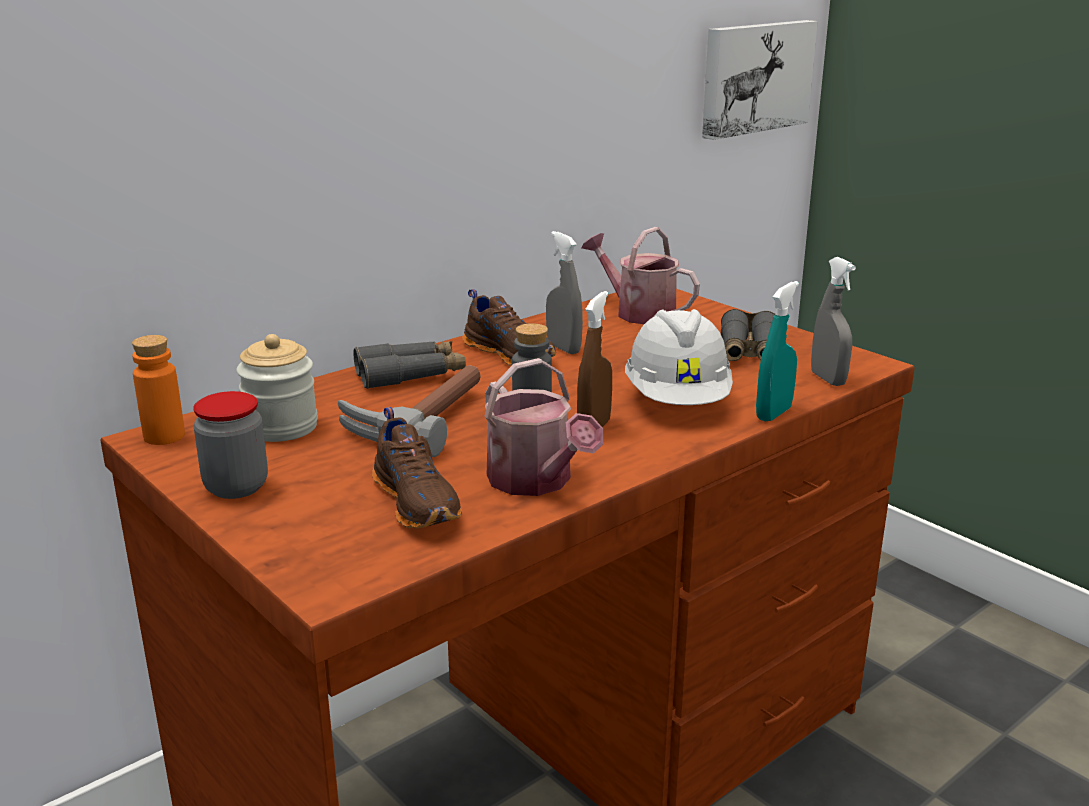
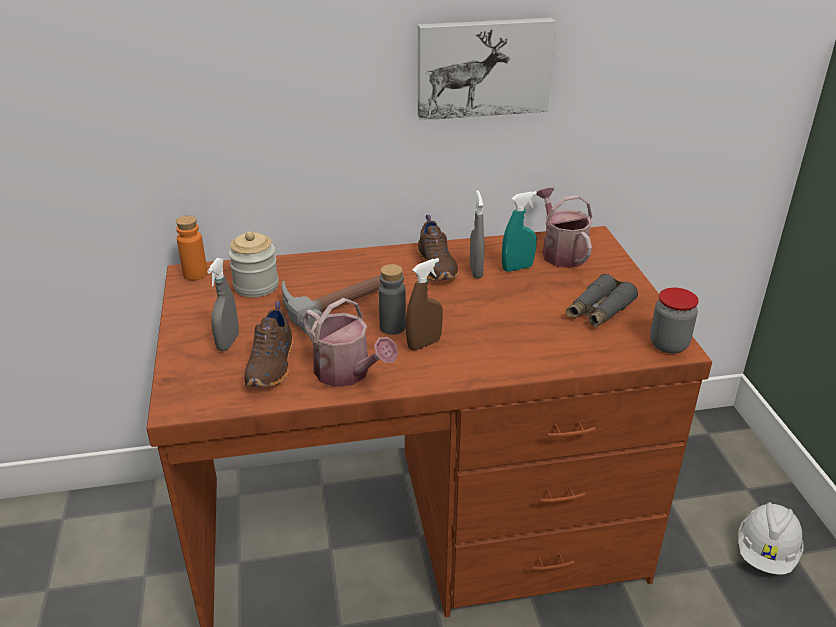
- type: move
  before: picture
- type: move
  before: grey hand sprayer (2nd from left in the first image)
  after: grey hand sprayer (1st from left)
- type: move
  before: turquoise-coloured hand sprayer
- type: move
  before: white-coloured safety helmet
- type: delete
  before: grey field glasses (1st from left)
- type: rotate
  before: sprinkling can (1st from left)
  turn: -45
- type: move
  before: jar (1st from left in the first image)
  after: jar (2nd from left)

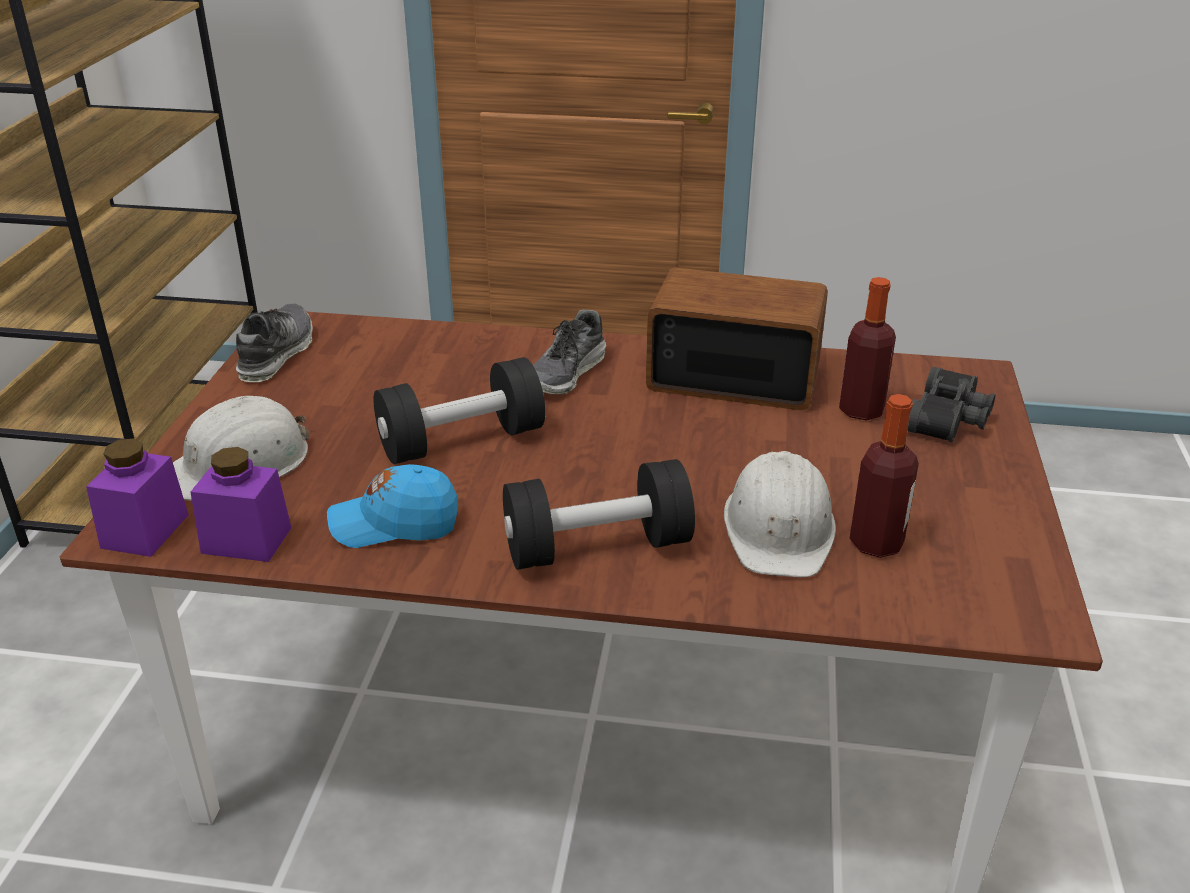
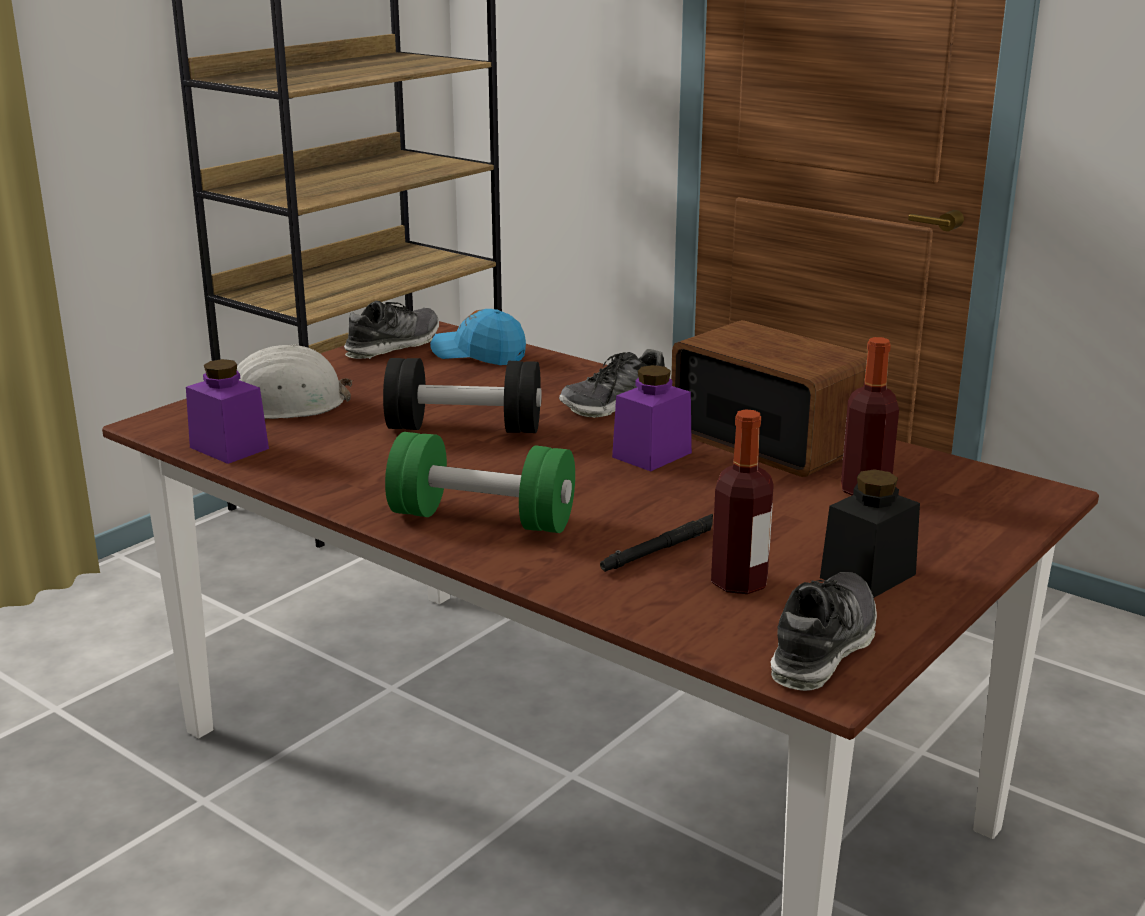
- type: delete
  before: black-coloured field glasses
- type: move
  before: purple-coloured jar (1st from left in the first image)
  after: purple-coloured jar (2nd from left)
- type: replace
  before: white-coloured safety helmet (2nd from left)
  after: black-coloured torch
- type: recolor
  before: black-coloured dumbbell (2nd from left)
  after: green dumbbell
- type: move
  before: blue baseball cap
- type: insert
  after: black-coloured jar
- type: insert
  after: item of footwear (3rd from left)

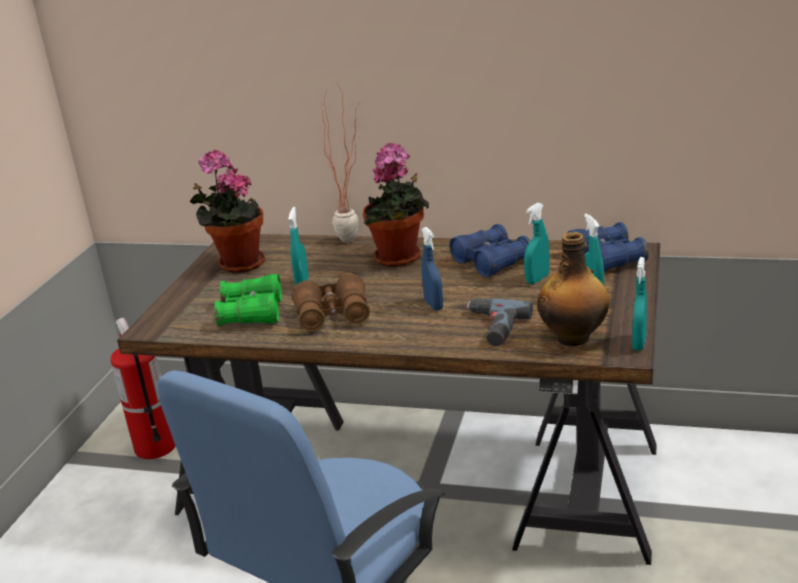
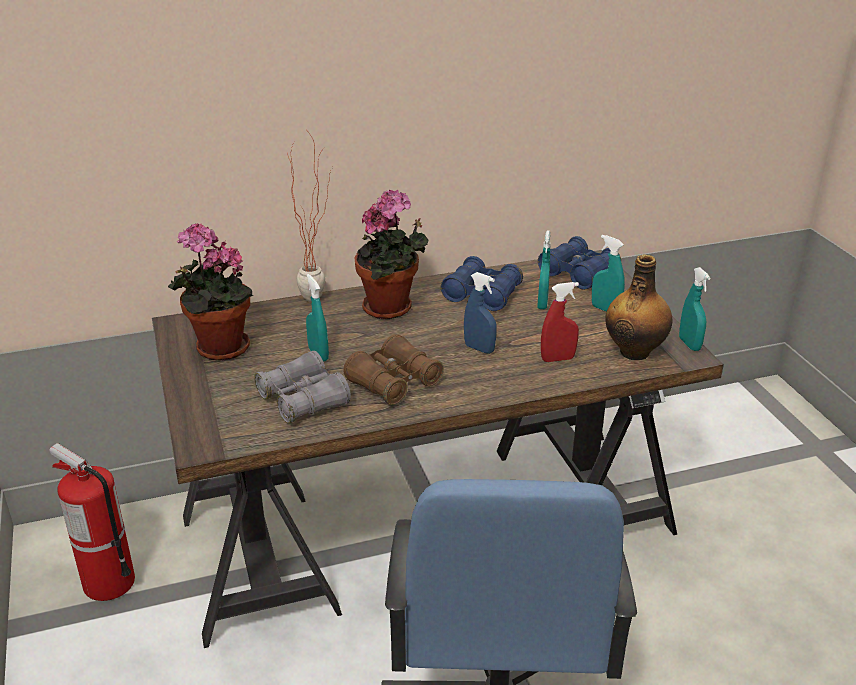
- type: recolor
  before: green field glasses
  after: grey field glasses
- type: replace
  before: electric drill
  after: reddish hand sprayer

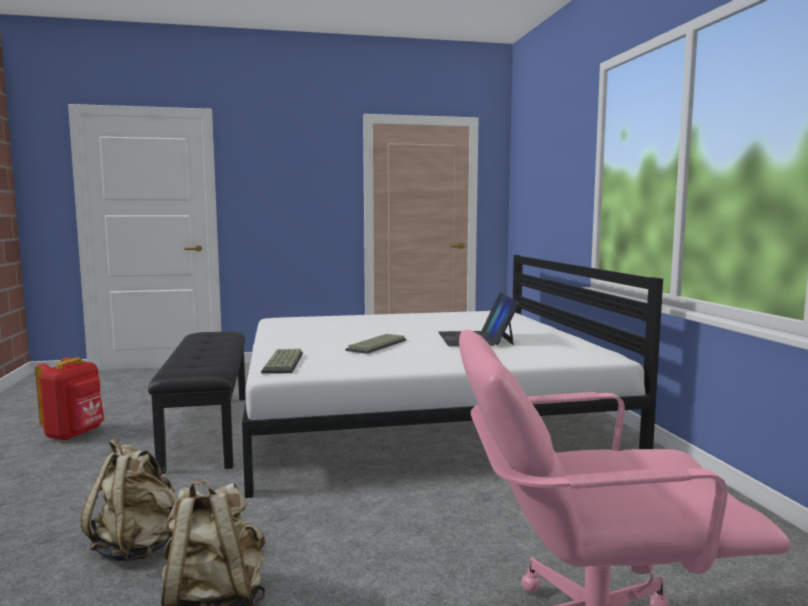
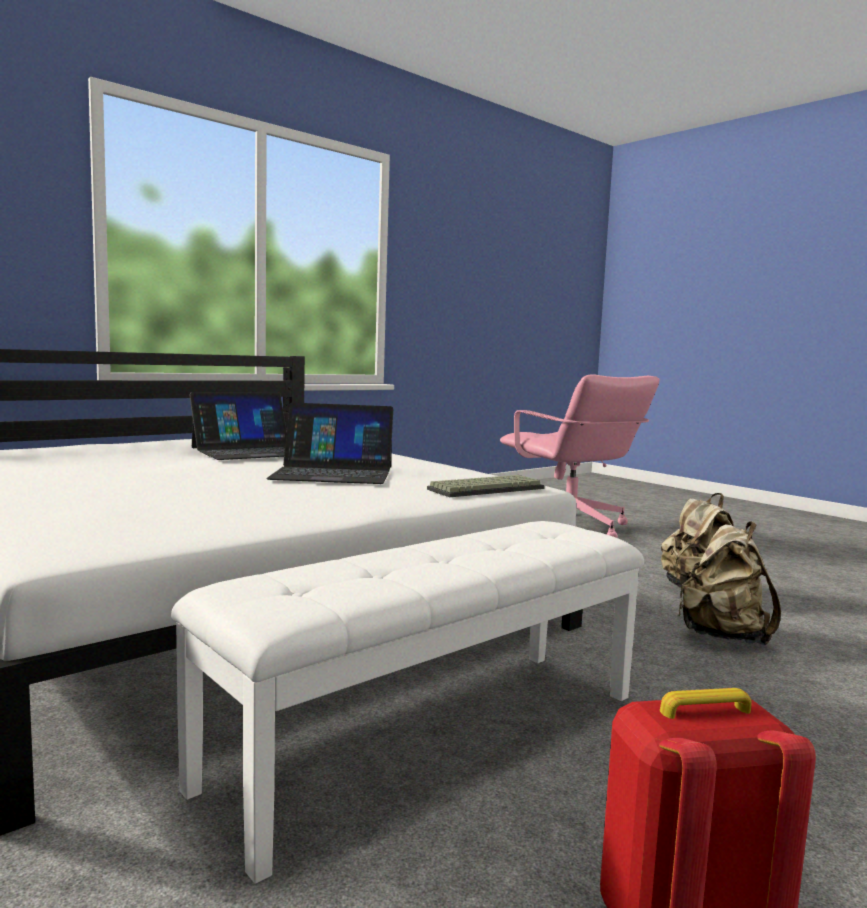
- type: recolor
  before: black-coloured indoor bench
  after: white-coloured indoor bench
- type: replace
  before: keyboard (2nd from left)
  after: portable computer (2nd from left)

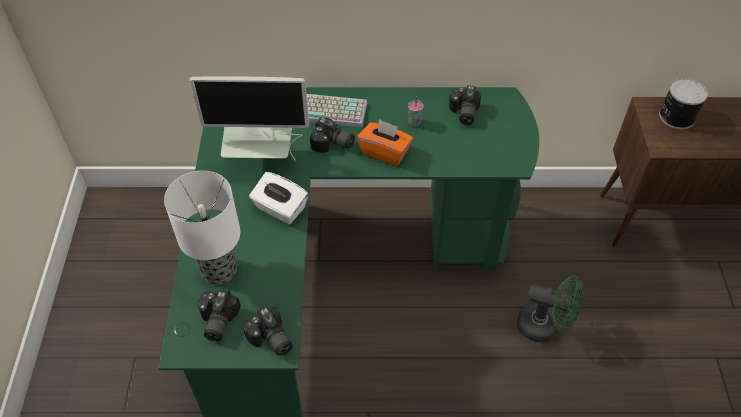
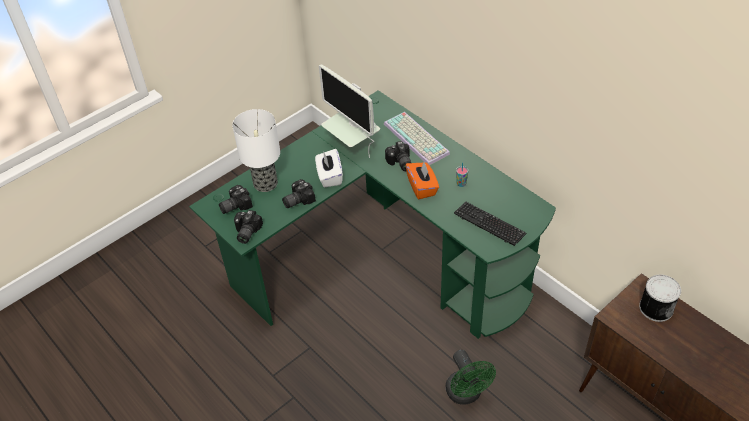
- type: move
  before: photo camera (4th from left in the first image)
  after: photo camera (3rd from left)
- type: insert
  after: keyboard (2nd from left)

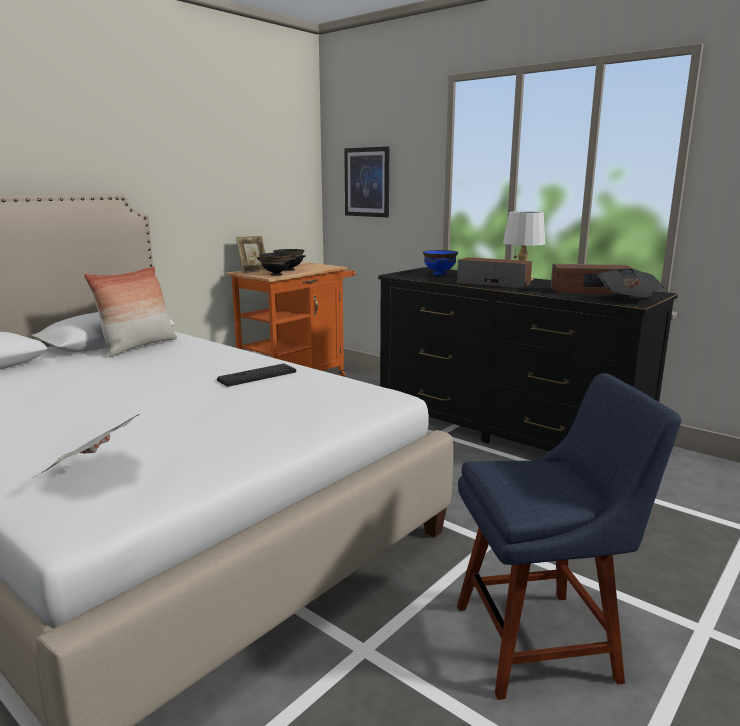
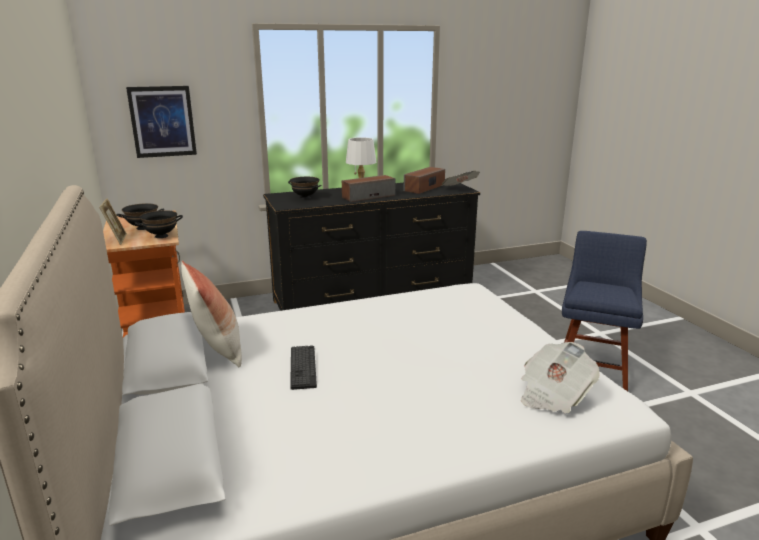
- type: recolor
  before: blue deep dish
  after: black-coloured deep dish (3rd from left)
- type: move
  before: keyboard

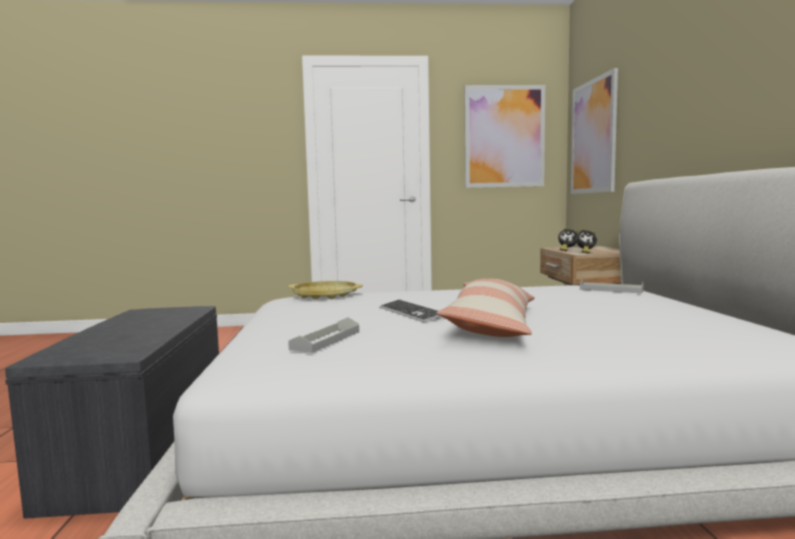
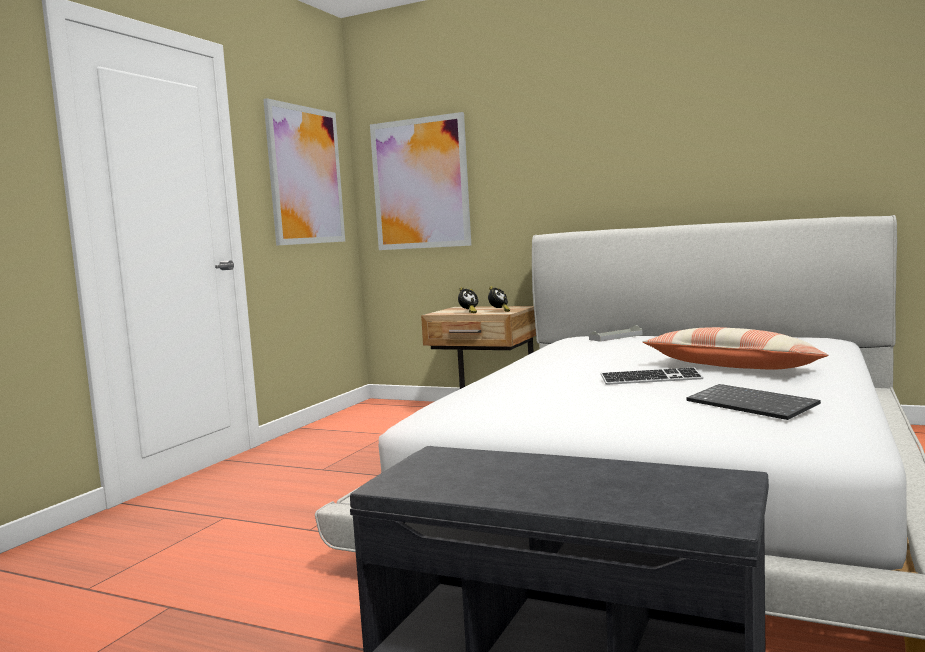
- type: delete
  before: yellow carrying tray
- type: replace
  before: grey carrying tray (1st from left)
  after: keyboard (2nd from left)

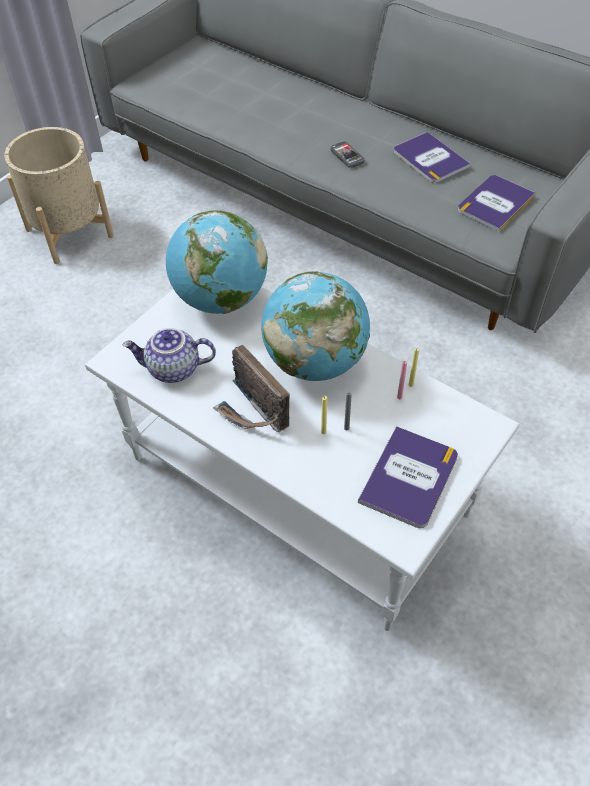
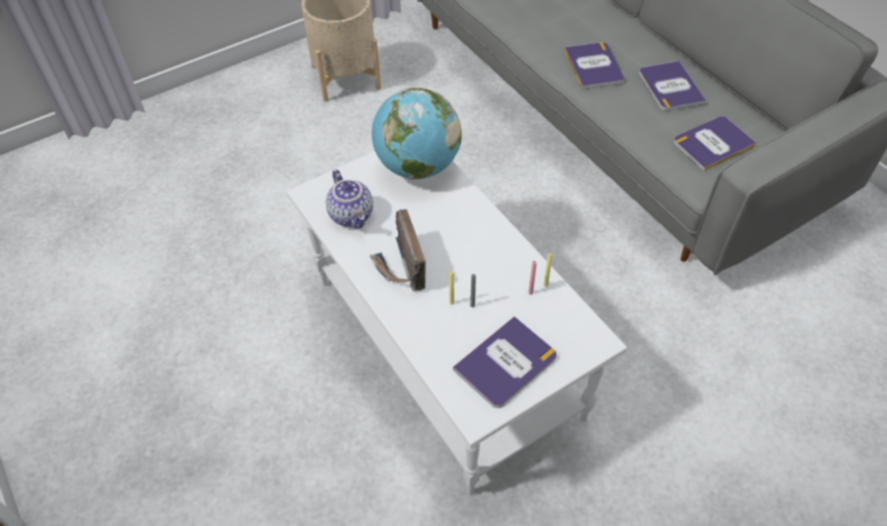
- type: replace
  before: phone
  after: bound book (2nd from left)
- type: delete
  before: desk globe (2nd from left)
- type: rotate
  before: teapot
  turn: -135

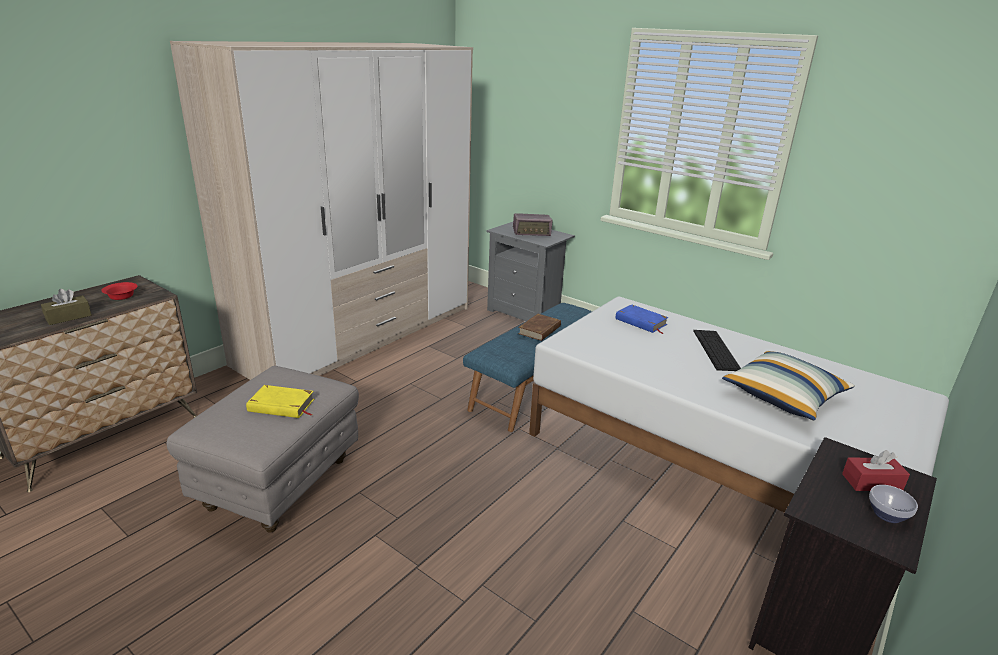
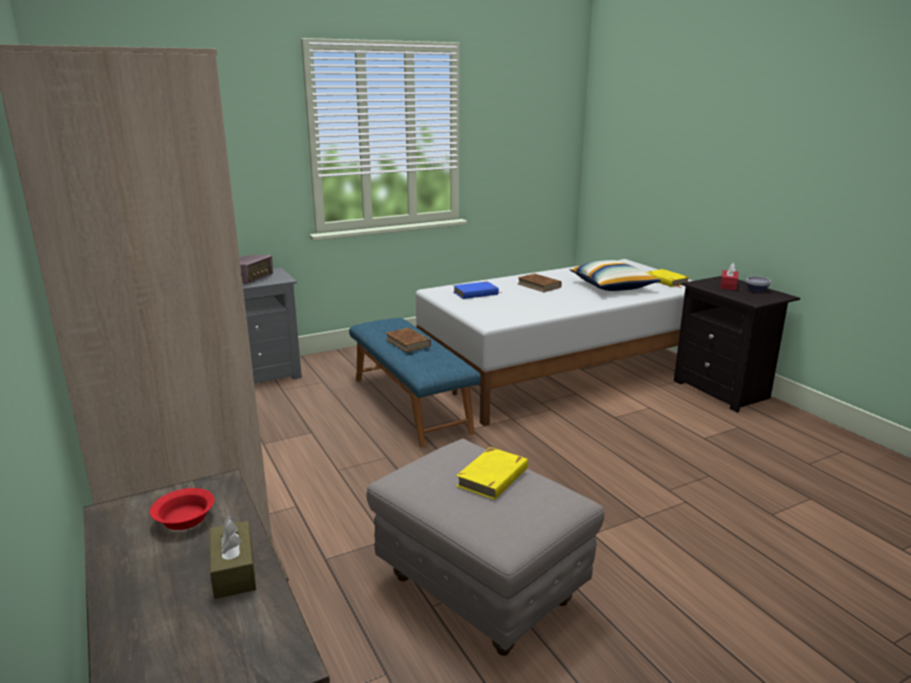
- type: replace
  before: keyboard
  after: brown-coloured bound book (2nd from left)
- type: insert
  after: yellow bound book (2nd from left)

